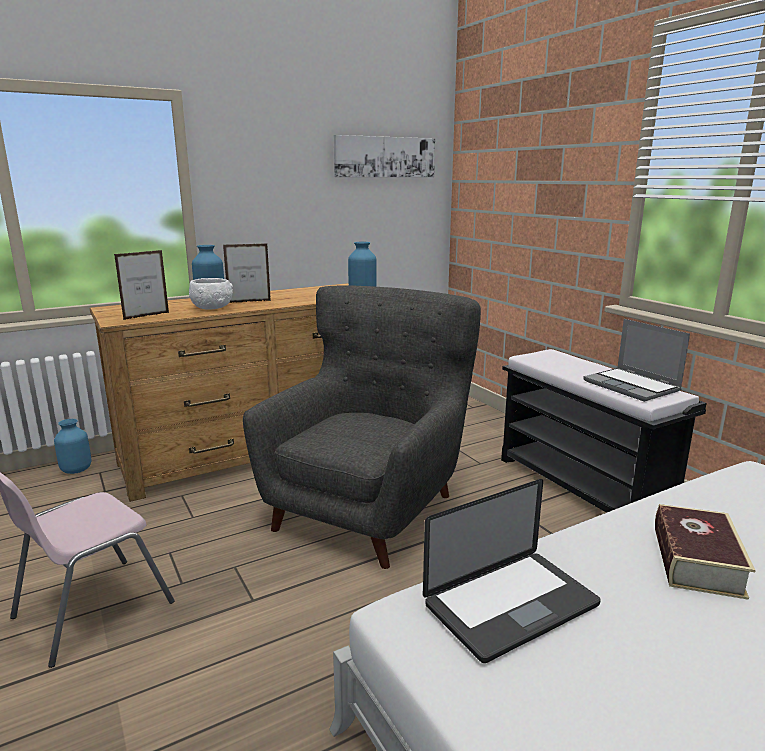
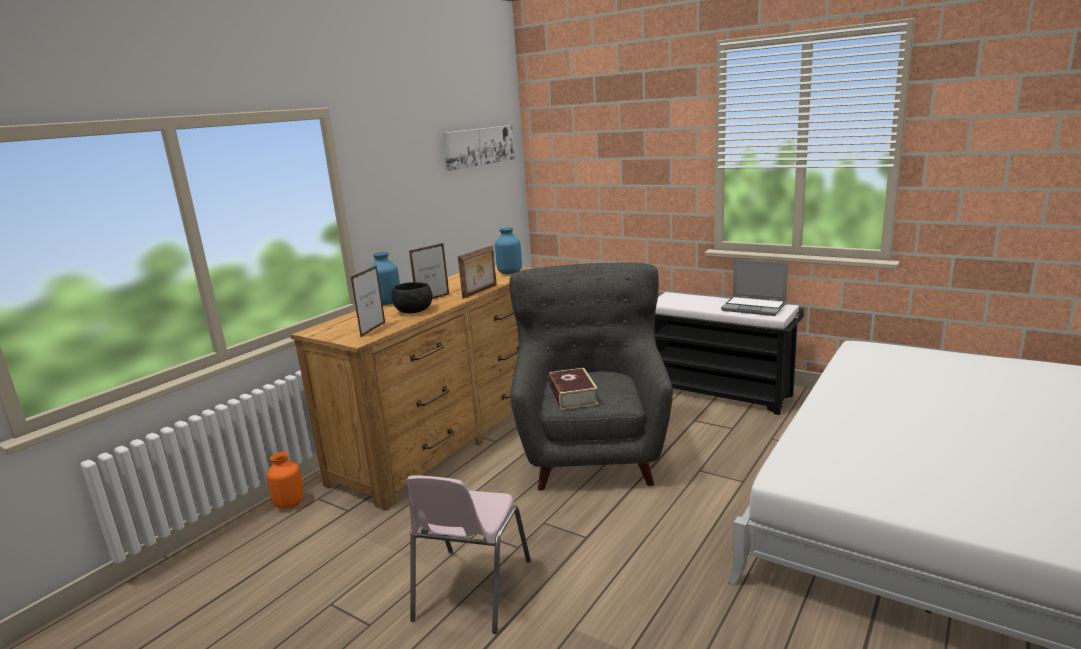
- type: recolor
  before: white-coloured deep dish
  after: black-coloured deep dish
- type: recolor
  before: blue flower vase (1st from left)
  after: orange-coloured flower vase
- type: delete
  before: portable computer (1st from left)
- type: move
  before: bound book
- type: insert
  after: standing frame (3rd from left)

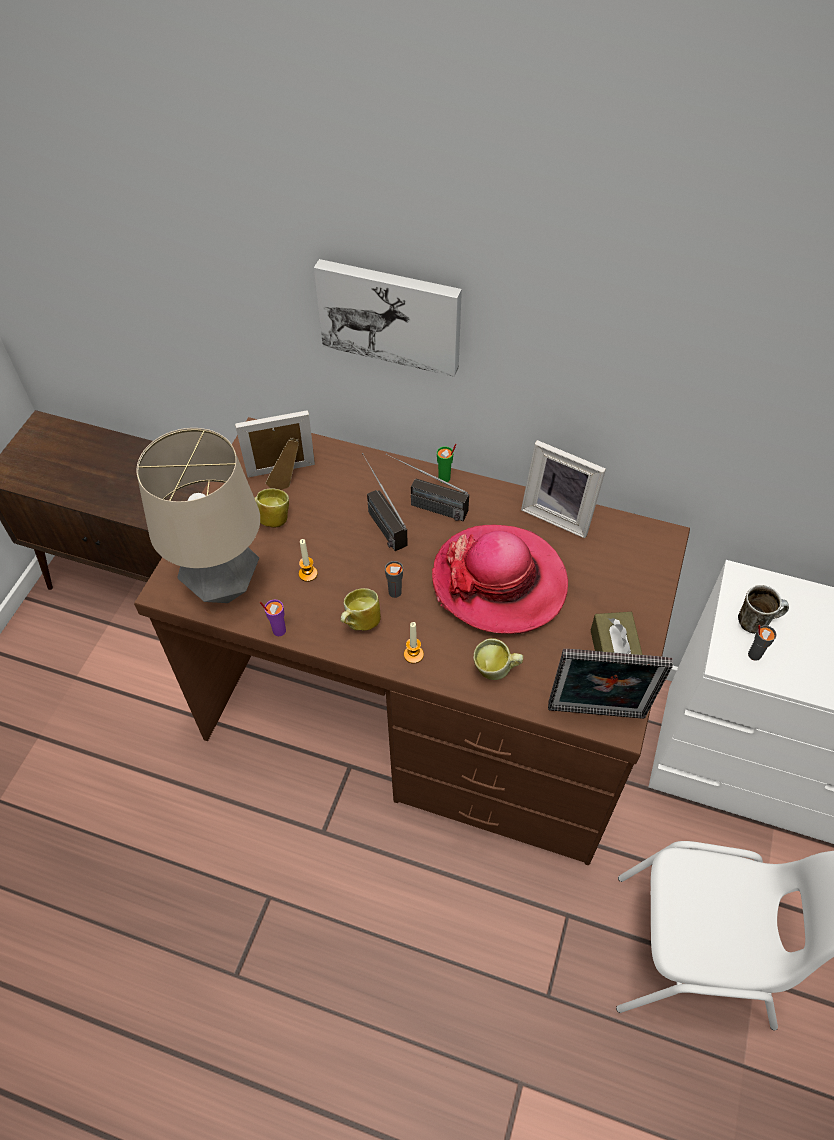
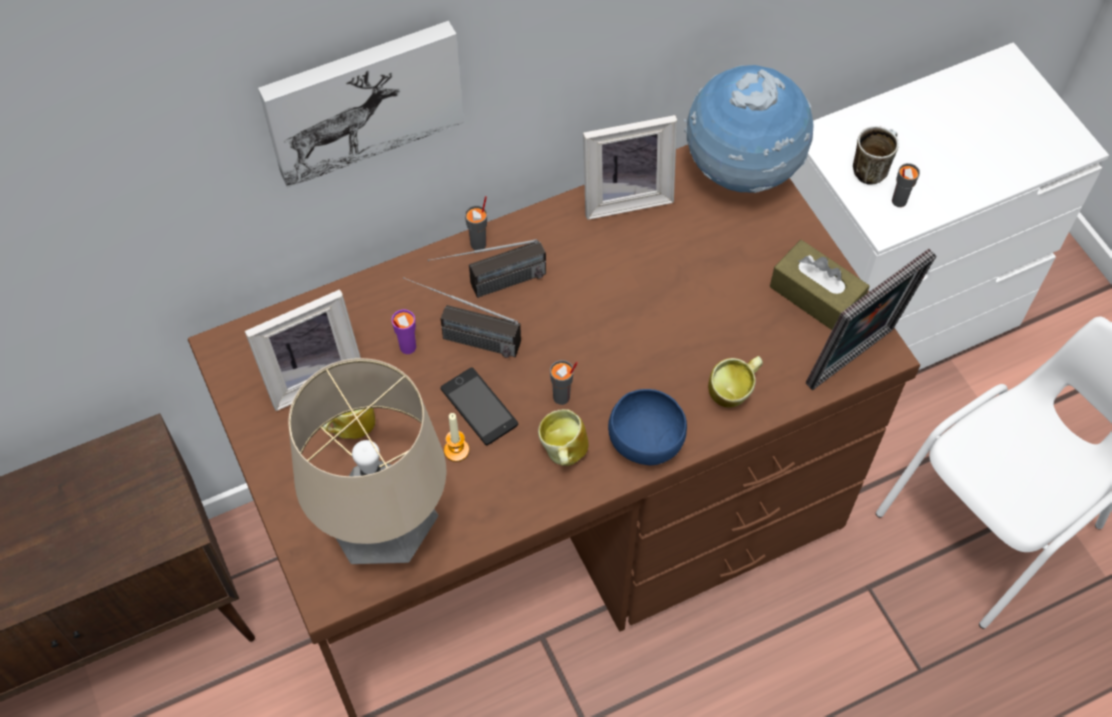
- type: rotate
  before: standing frame (1st from left)
  turn: -150
- type: recolor
  before: green small cup
  after: grey small cup (1st from left)
- type: delete
  before: wearable hat
- type: move
  before: purple-coloured small cup
- type: replace
  before: wax light (2nd from left)
  after: blue deep dish
- type: insert
  after: desk globe
- type: insert
  after: phone

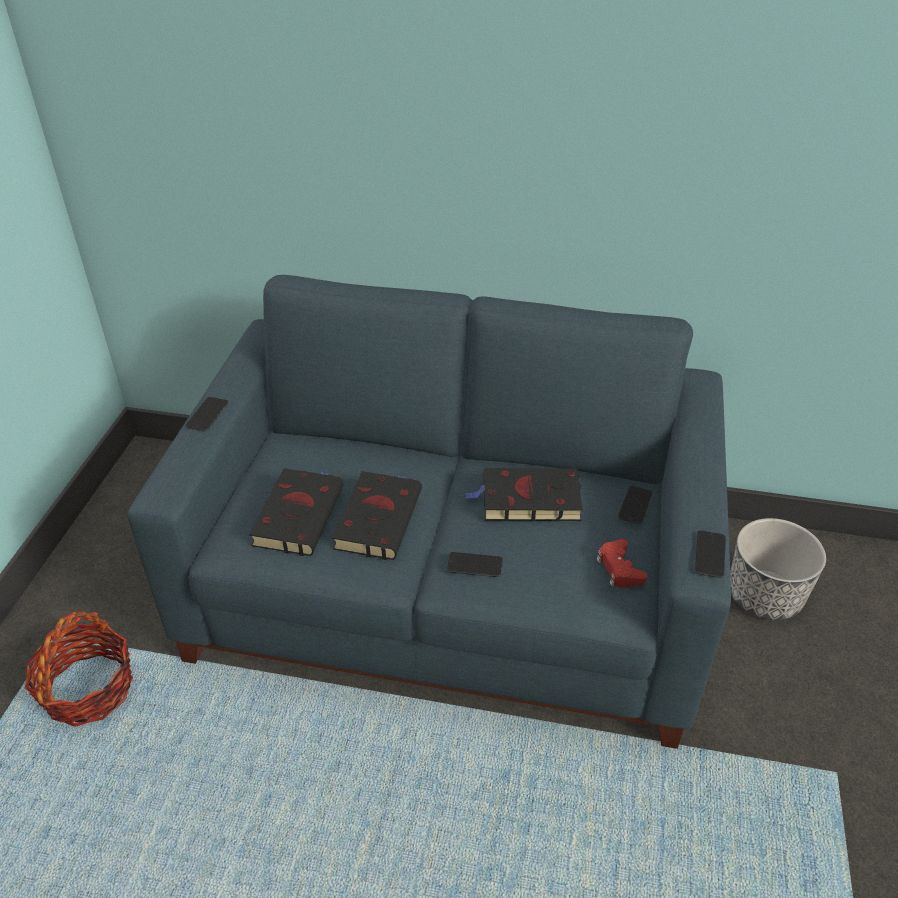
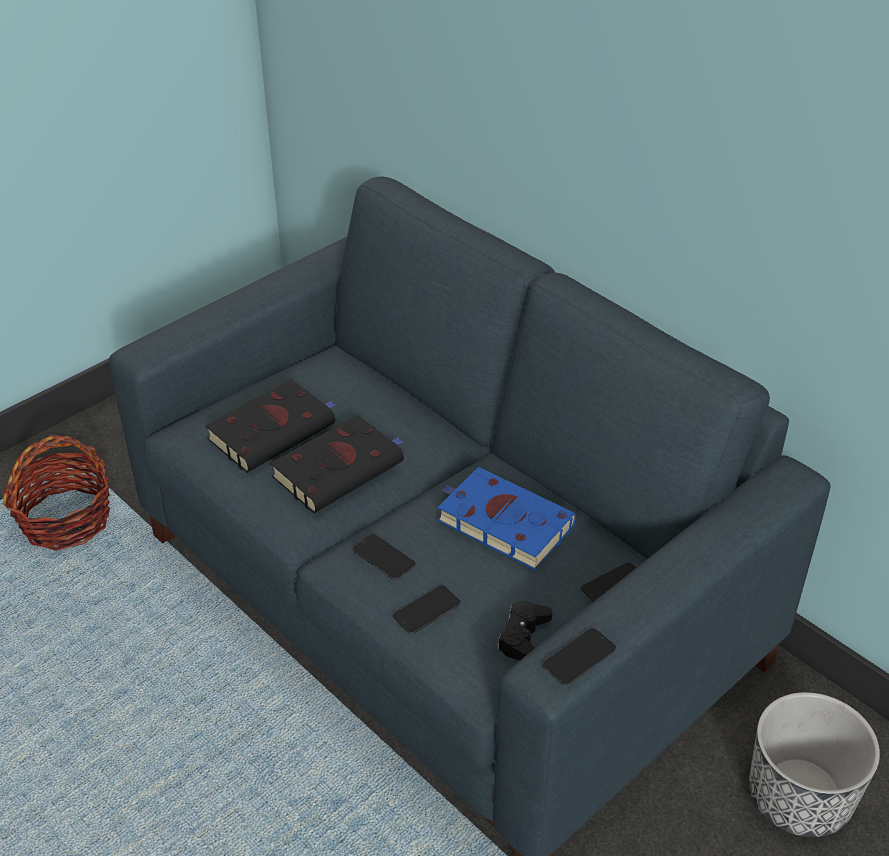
- type: move
  before: phone (1st from left in the first image)
  after: phone (2nd from left)
- type: recolor
  before: black-coloured bound book (3rd from left)
  after: blue bound book
- type: recolor
  before: reddish game controller
  after: black-coloured game controller

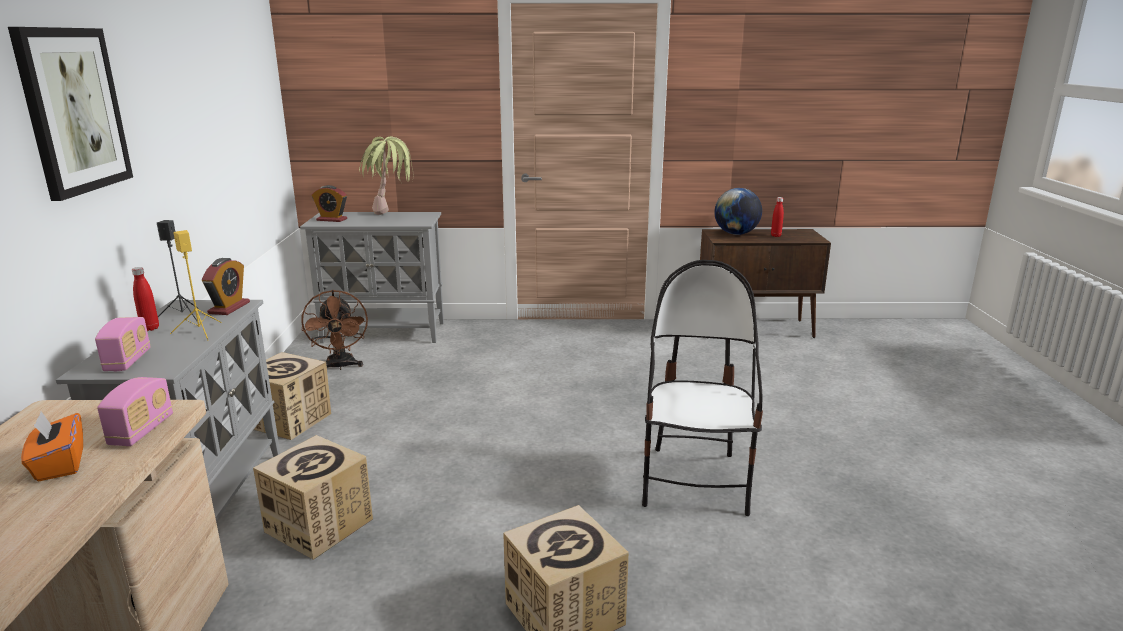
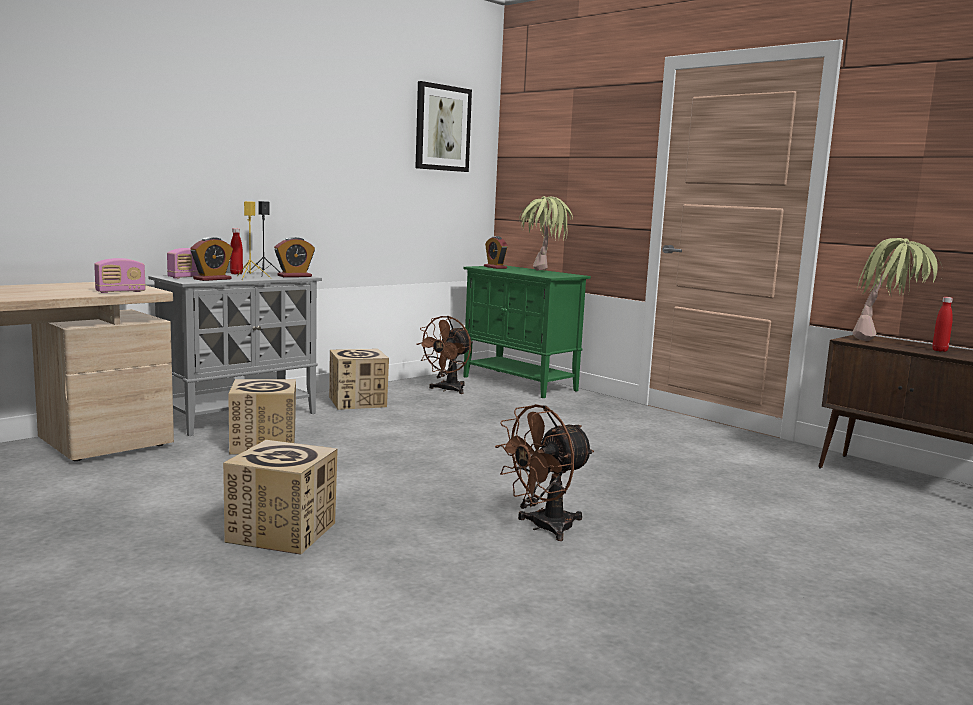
- type: move
  before: picture
- type: replace
  before: desk globe
  after: plant in a pot (2nd from left)
- type: recolor
  before: grey cabinet (2nd from left)
  after: green cabinet
- type: replace
  before: upright chair
  after: brown-coloured fan (2nd from left)
- type: delete
  before: orange-coloured box of tissues
- type: insert
  after: bedside clock (1st from left)

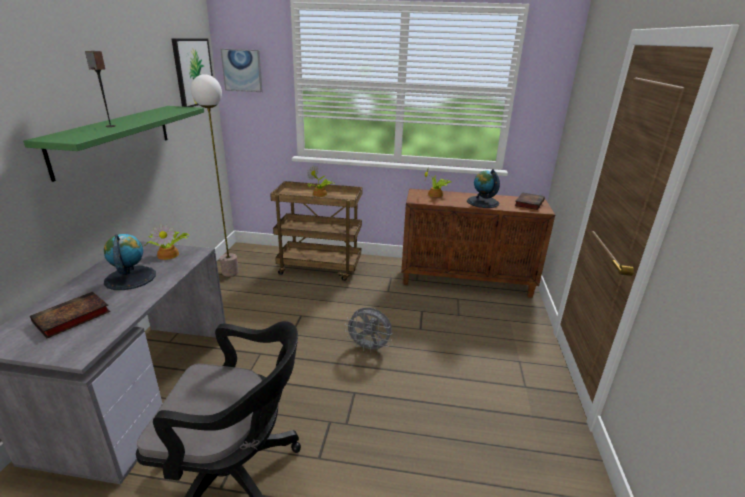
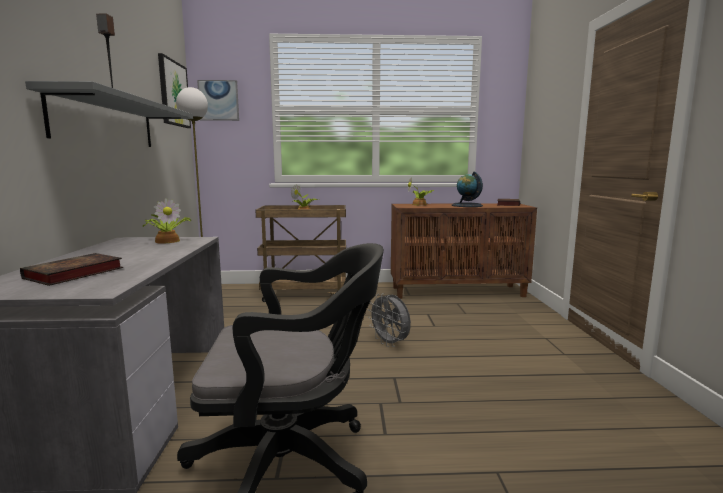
- type: recolor
  before: green bracket shelf
  after: grey bracket shelf
- type: delete
  before: desk globe (1st from left)
- type: rotate
  before: grey fan
  turn: 45

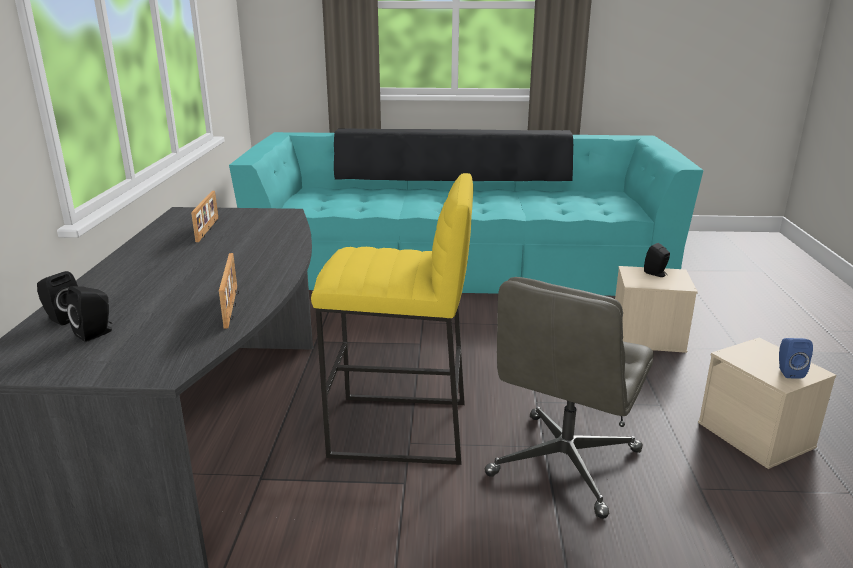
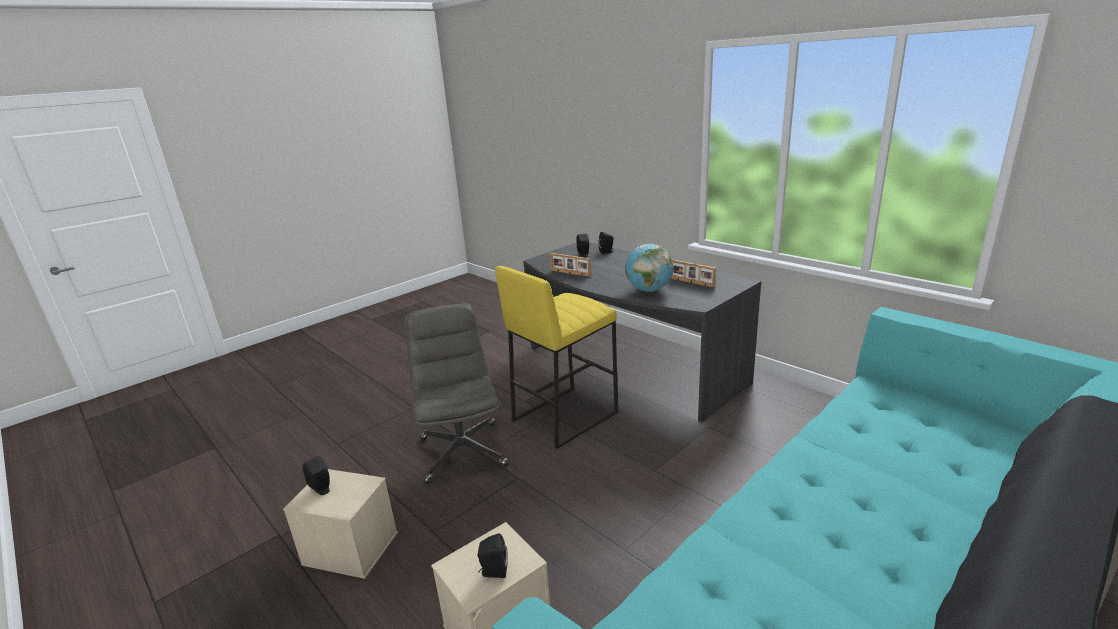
- type: recolor
  before: blue speaker
  after: black-coloured speaker (1st from left)
- type: insert
  after: desk globe

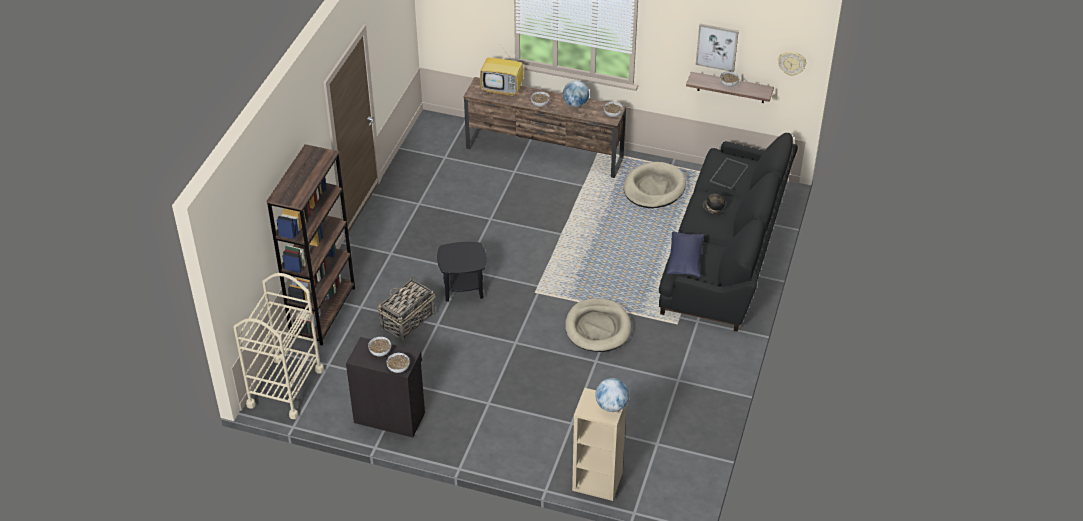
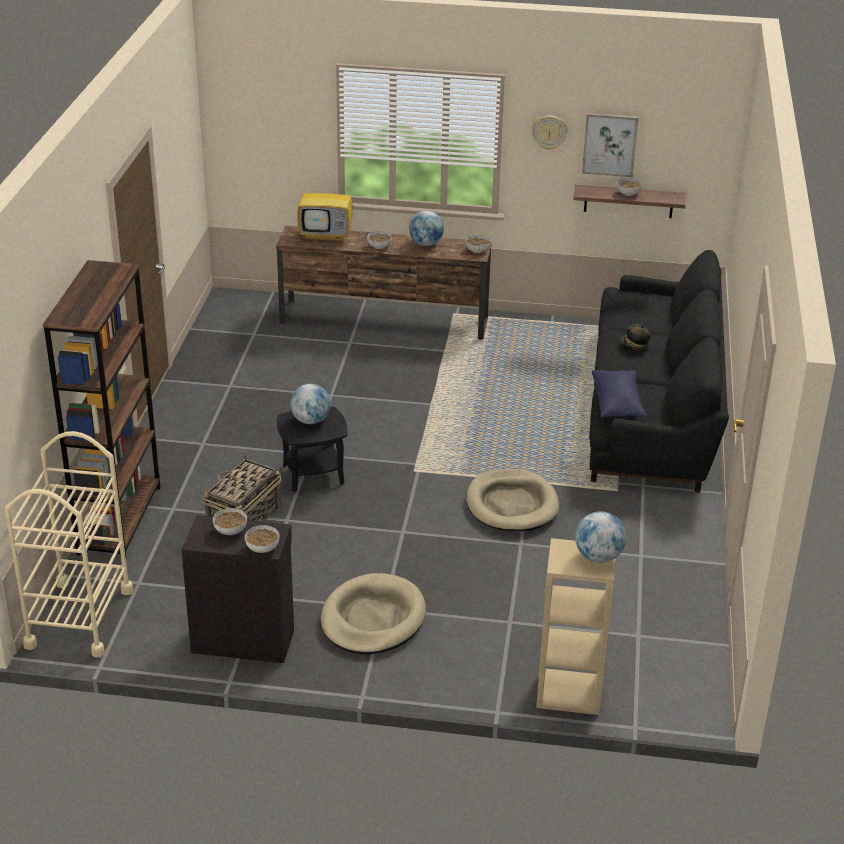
- type: move
  before: wall clock
- type: delete
  before: carrying tray
- type: move
  before: beige dog cushion (2nd from left in the first image)
  after: beige dog cushion (1st from left)
- type: insert
  after: desk globe (1st from left)

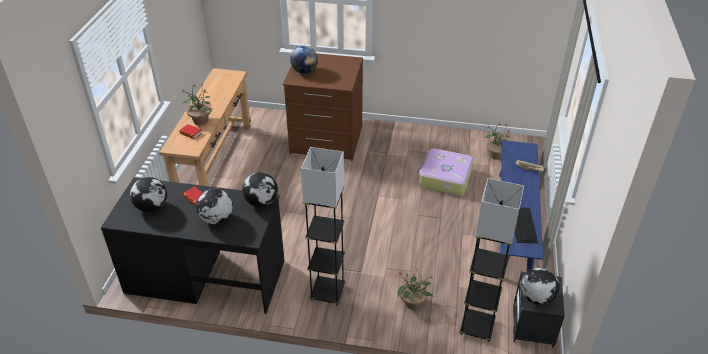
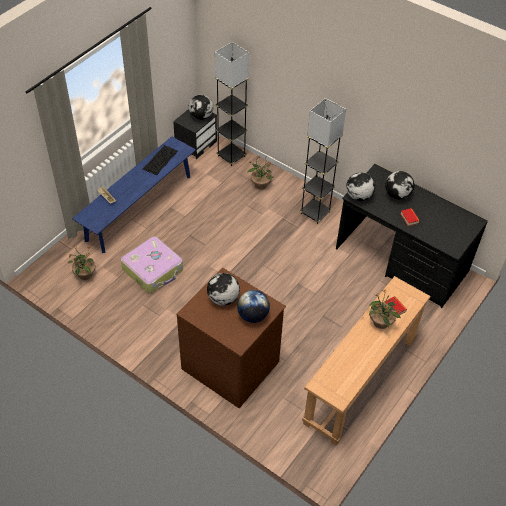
- type: move
  before: desk globe (1st from left in the first image)
  after: desk globe (2nd from left)

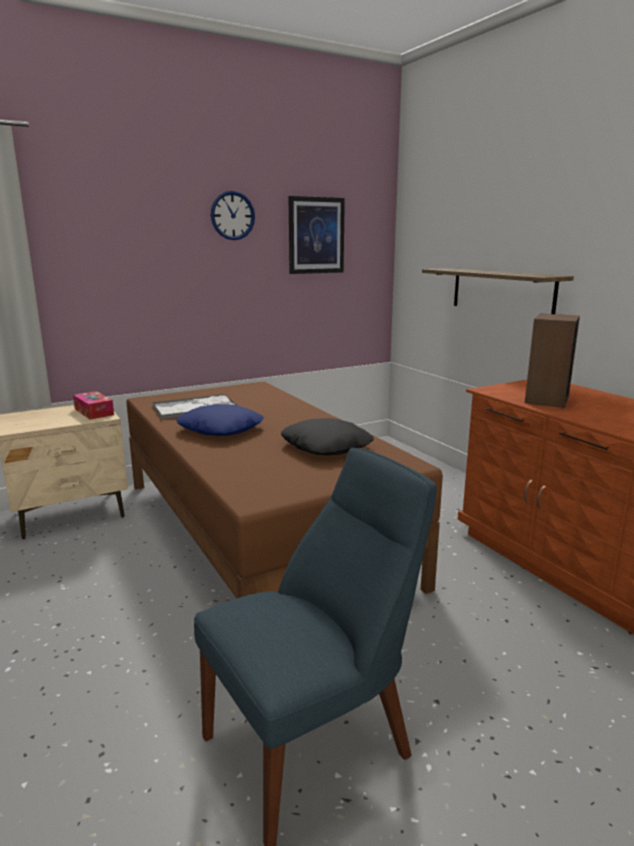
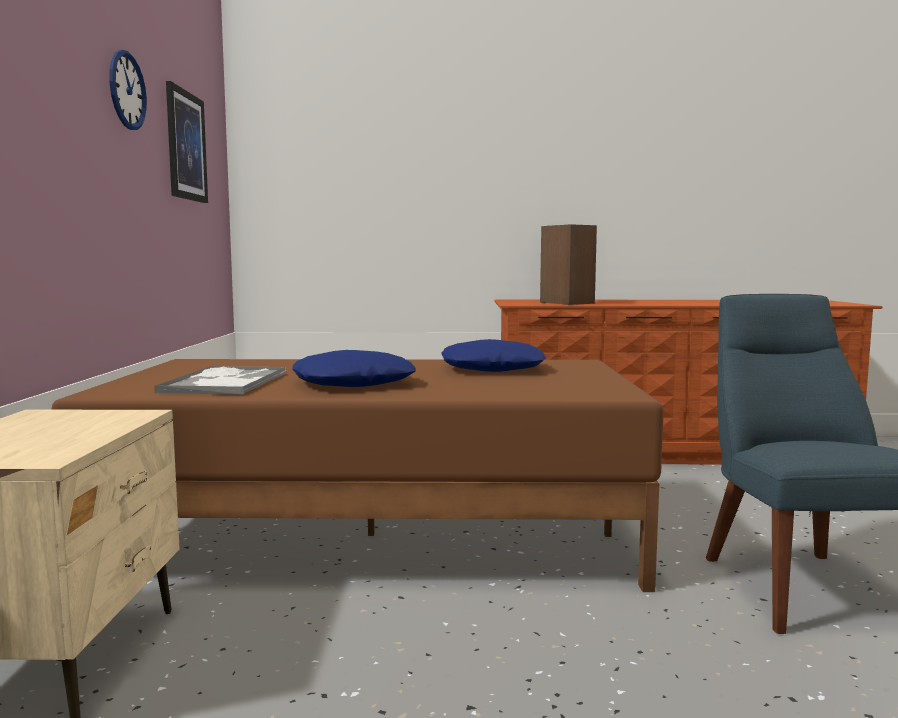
- type: delete
  before: bracket shelf
- type: delete
  before: box of tissues
- type: recolor
  before: black-coloured throw pillow
  after: blue throw pillow (2nd from left)

